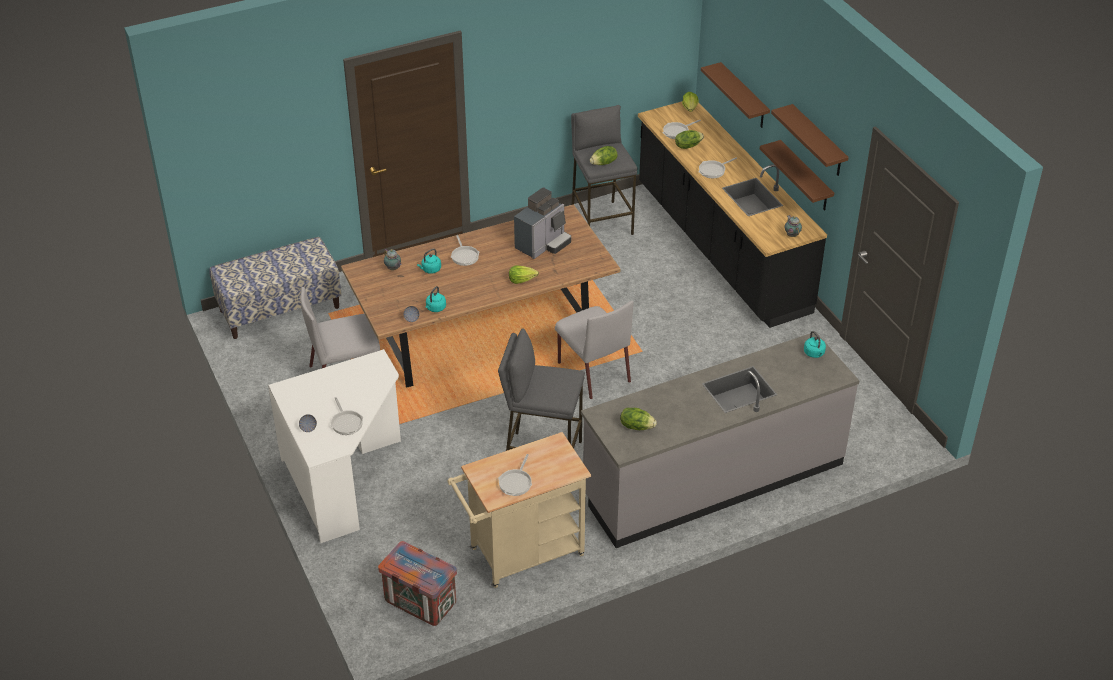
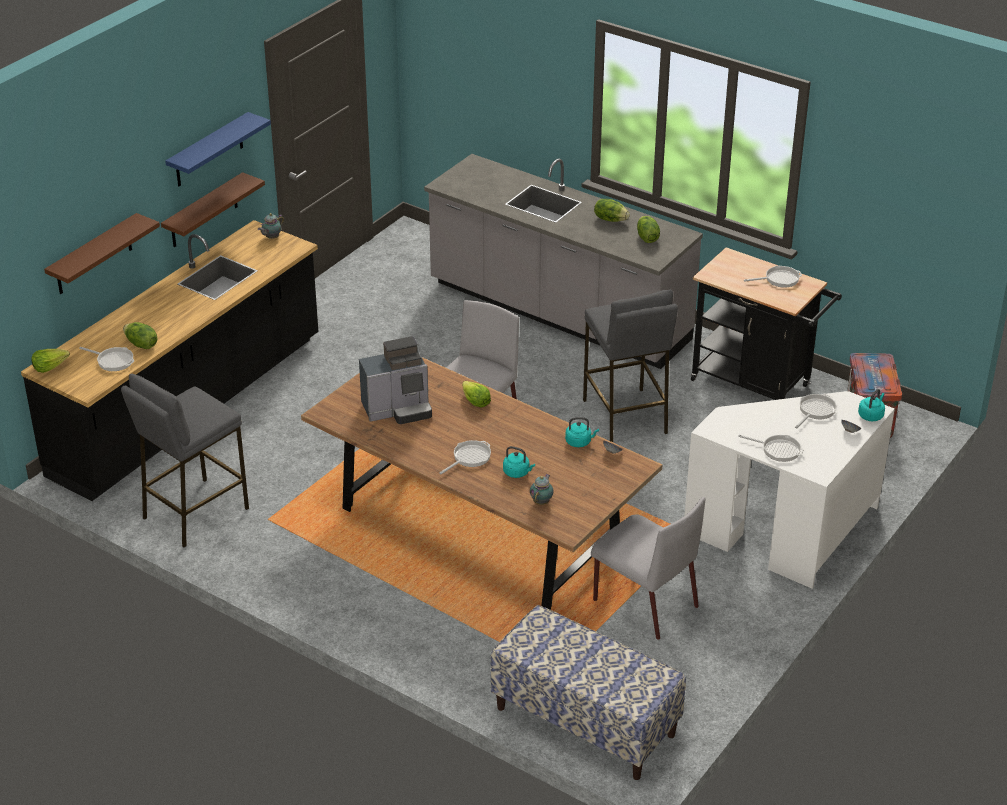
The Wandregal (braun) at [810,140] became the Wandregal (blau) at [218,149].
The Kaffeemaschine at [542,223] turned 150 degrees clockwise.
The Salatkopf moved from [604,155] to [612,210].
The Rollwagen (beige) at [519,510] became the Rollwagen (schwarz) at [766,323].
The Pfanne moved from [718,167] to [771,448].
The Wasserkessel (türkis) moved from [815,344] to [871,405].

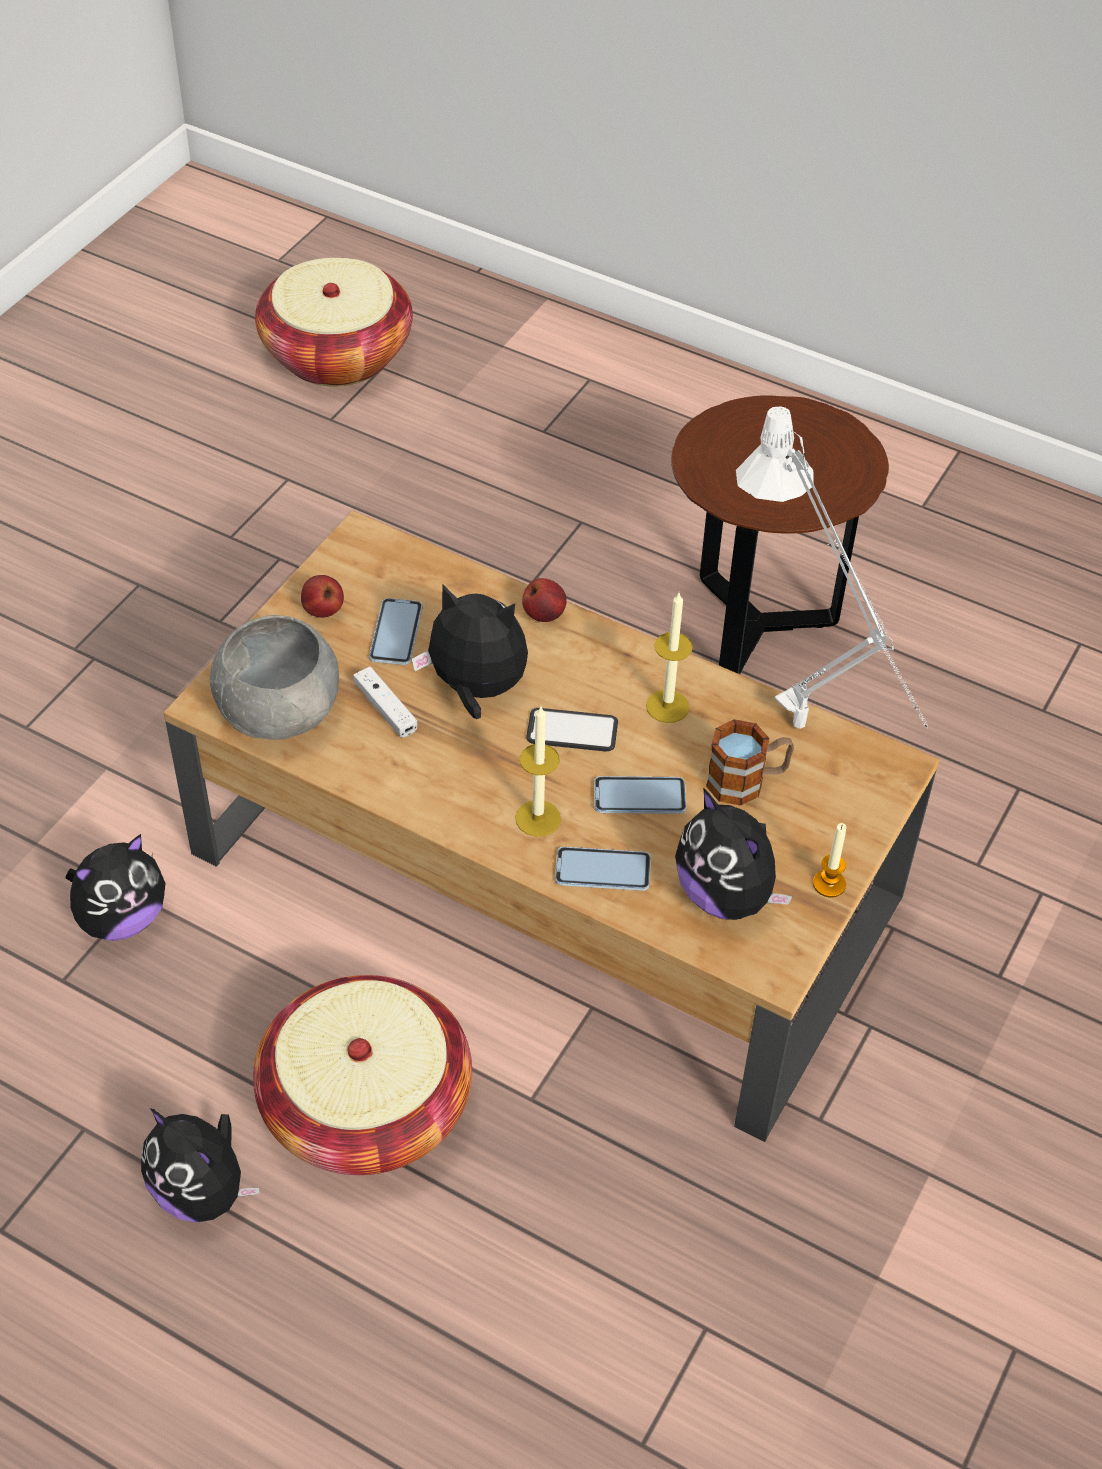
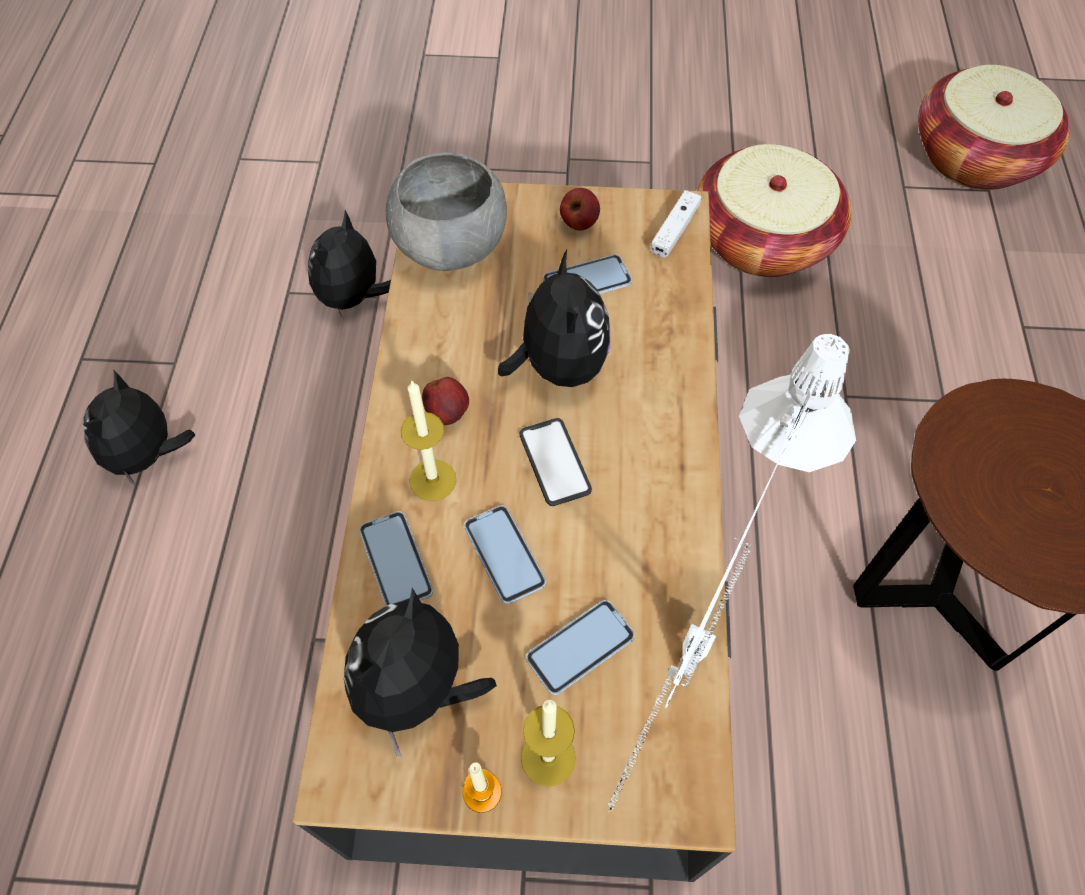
The Plüschtier at [115,887] turned 90 degrees clockwise.
The Apfel moved from [544,600] to [445,401].
The Kerze moved from [669,658] to [548,743].
The Henkelbecher at [750,762] was replaced by the Handy at [580,647].
The Gamepad (weiß) moved from [385,702] to [676,224].
The Korb moved from [362,1075] to [774,210].

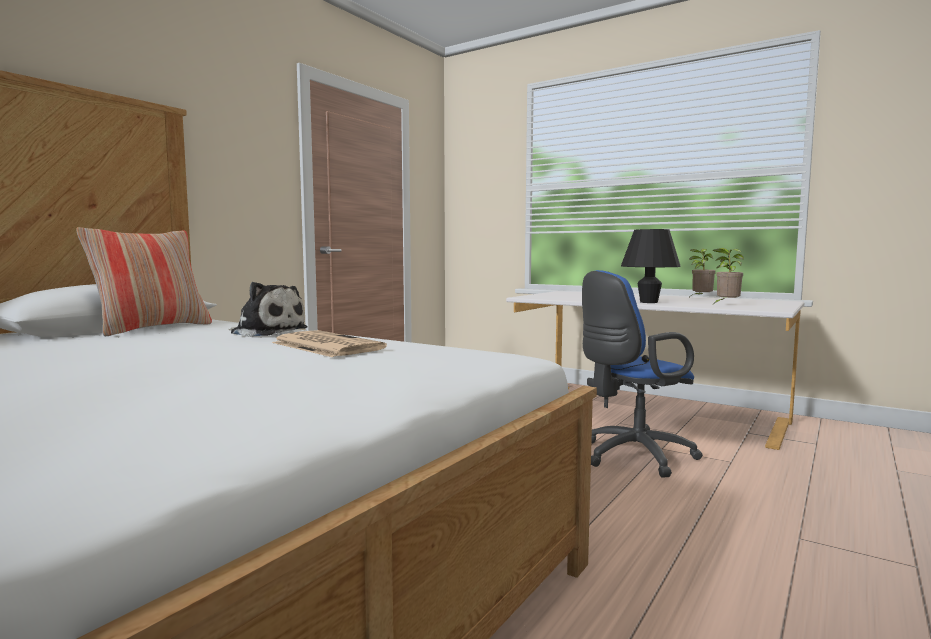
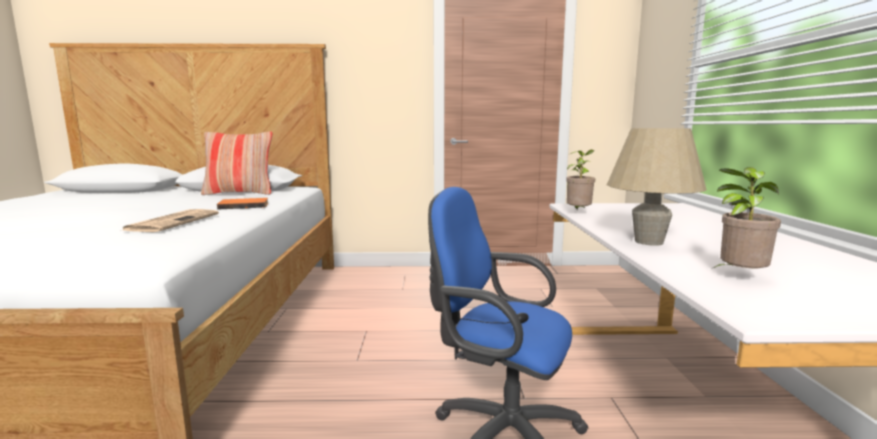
The Plüschtier at [268,309] was replaced by the Buch (orange) at [242,204].
The Topfpflanze moved from [703,271] to [580,180].
The Tischlampe (schwarz) at [651,266] became the Tischlampe (beige) at [657,187].

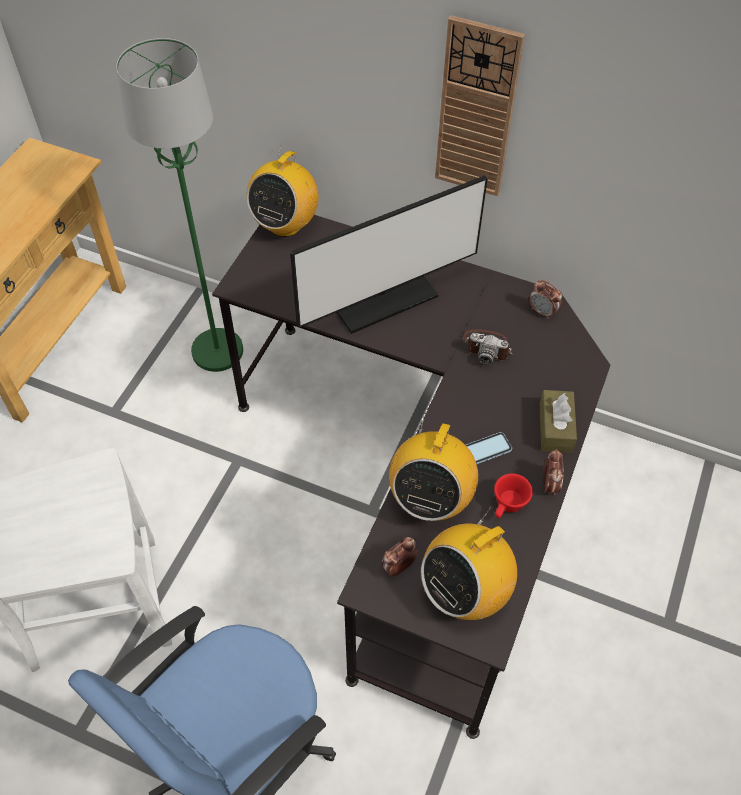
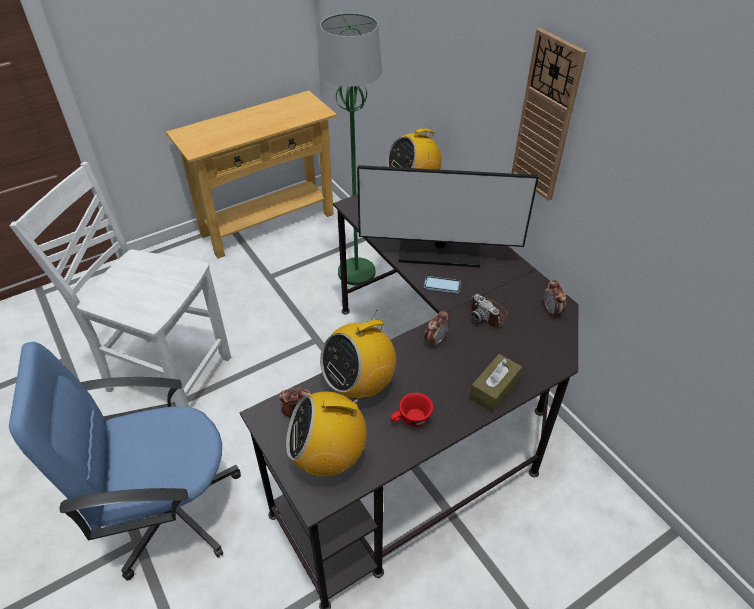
The Handy moved from [489,448] to [442,284].
The Wecker moved from [553,472] to [436,329].

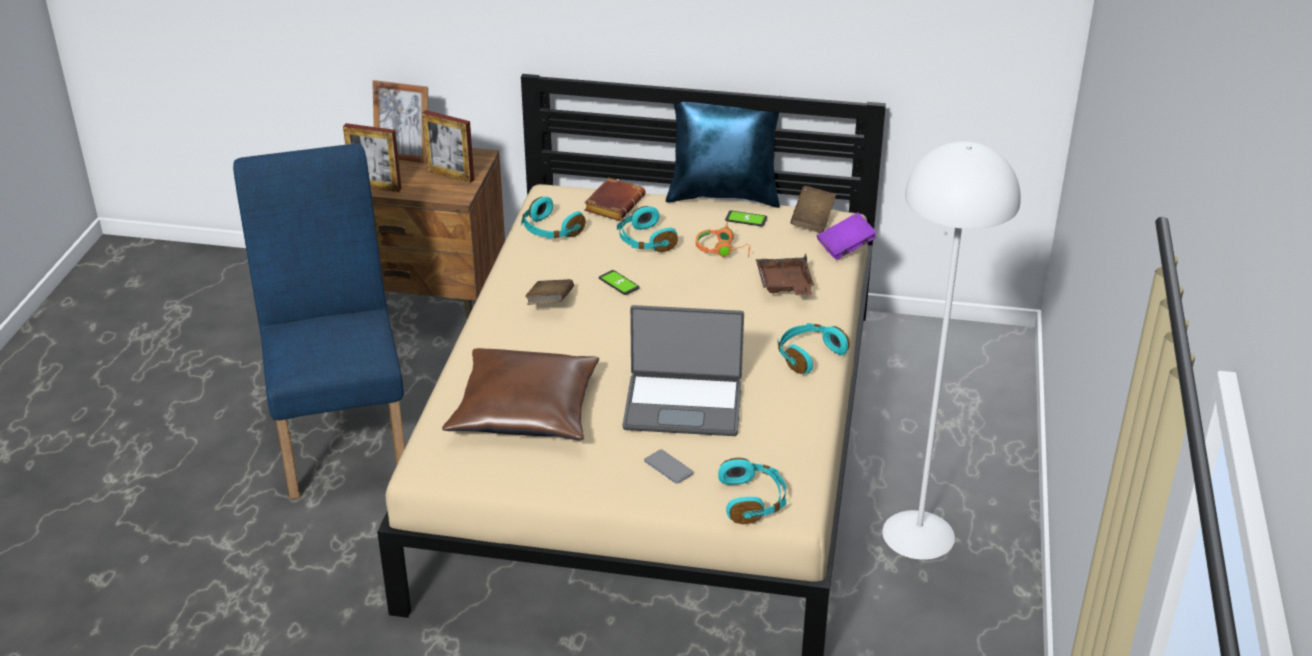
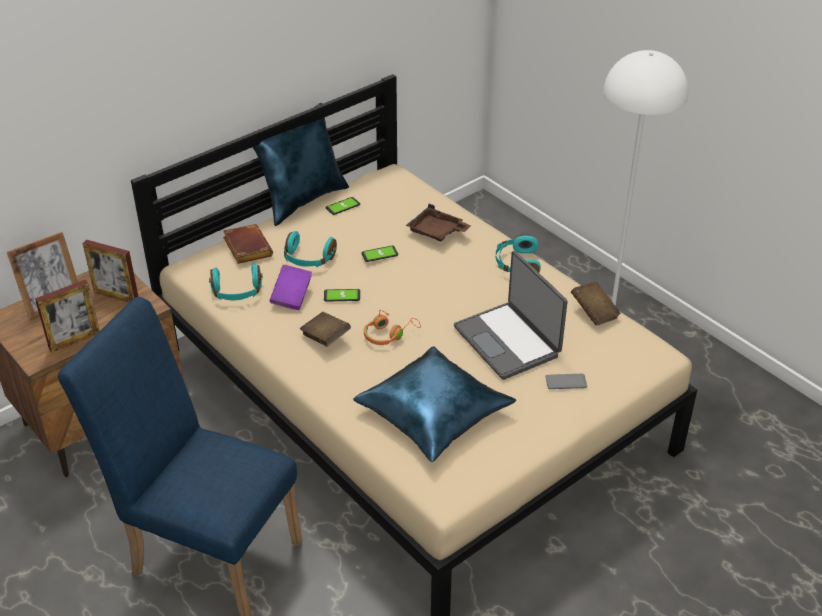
The Bilderrahmen at [448,146] turned 45 degrees clockwise.
The Buch (lila) moved from [847,236] to [290,287].
The Kissen (braun) at [520,394] became the Kissen (blau) at [434,404].
The Handy at [379,254] appeared.
The Kopfhörer (orange) moved from [723,239] to [392,327].
The Laptop at [683,370] turned 105 degrees clockwise.
The Buch (braun) moved from [813,209] to [596,303].
The Kopfhörer (türkis) at [752,491] disappeared.

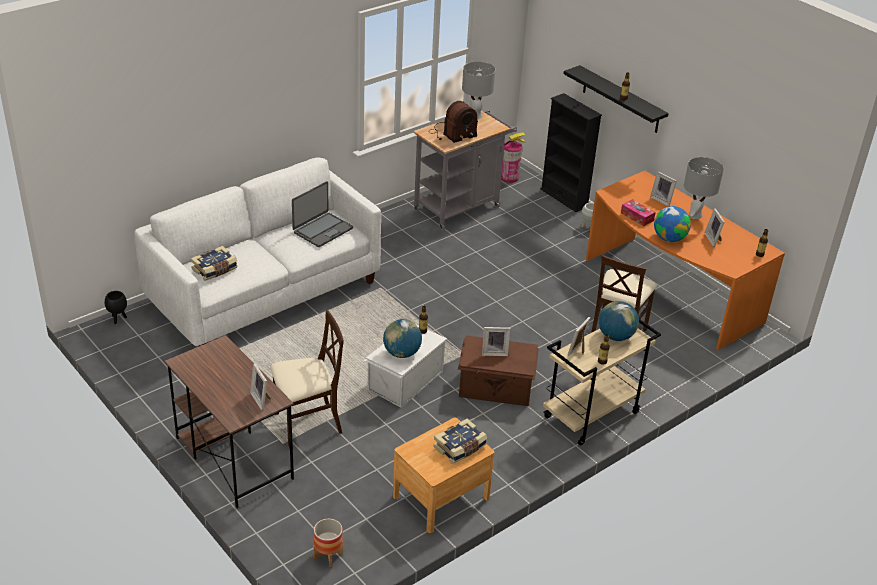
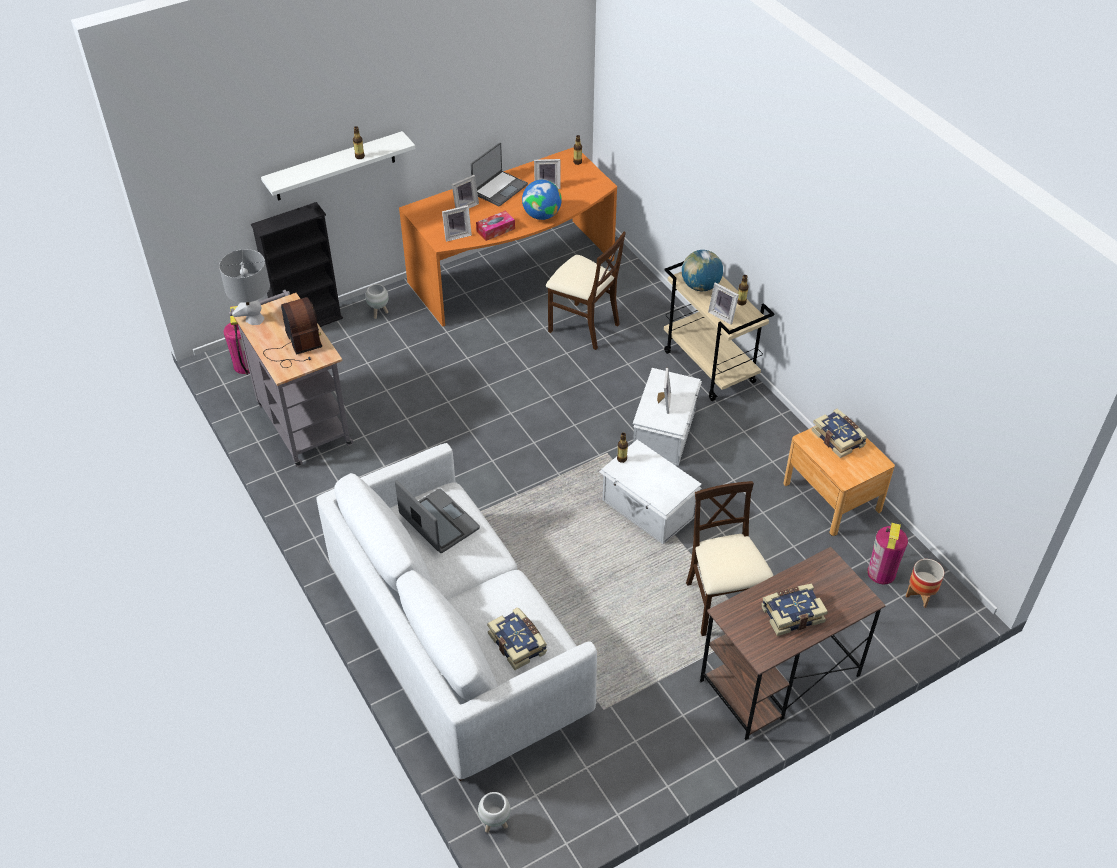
The Wandregal (schwarz) at [616,99] became the Wandregal (weiß) at [338,166].
The Bilderrahmen moved from [260,386] to [457,223].
The Tischlampe (grau) at [704,188] was replaced by the Laptop at [499,174].
The Pflanzkübel (schwarz) at [116,307] became the Pflanzkübel (weiß) at [494,812].
The Aufbewahrungsbox (braun) at [498,371] became the Aufbewahrungsbox (weiß) at [667,417].
The Buch at [794,610] appeared.
The Feuerlöscher at [887,553] appeared.
The Globus at [402,338] disappeared.

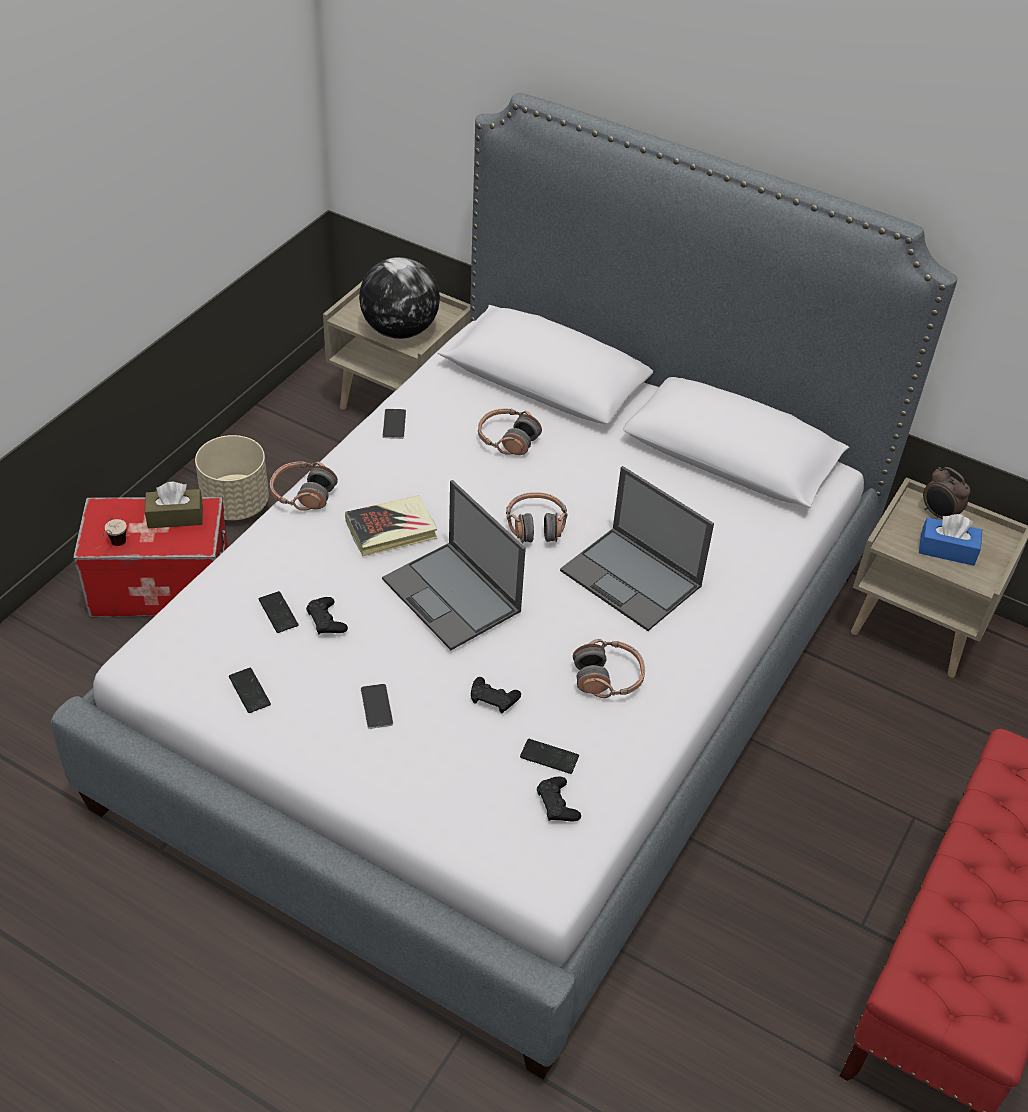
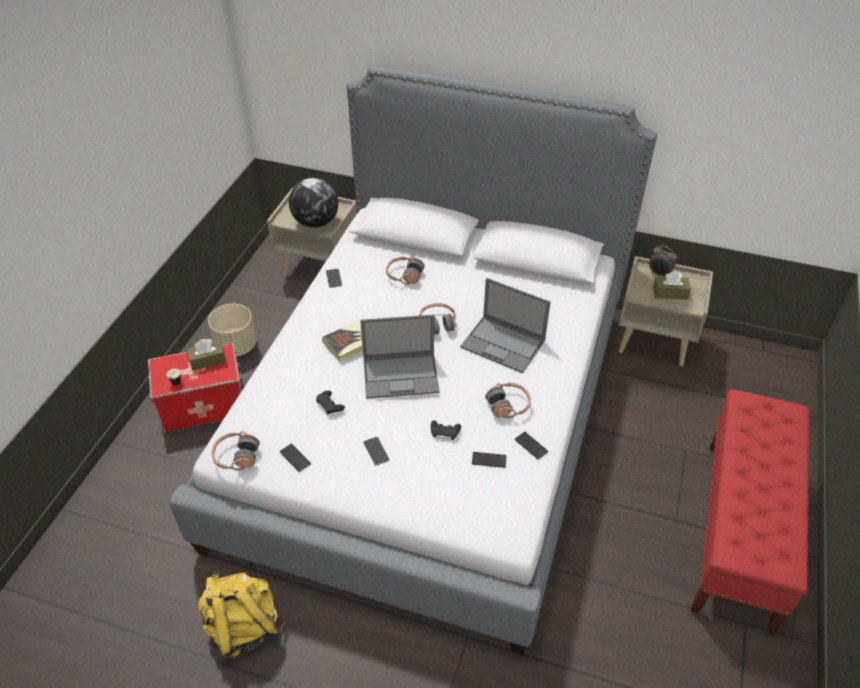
The Rucksack (gelb) at [241,615] appeared.
The Kopfhörer moved from [304,486] to [235,451].
The Laptop at [454,565] turned 45 degrees counterclockwise.
The Handy moved from [278,612] to [531,445].
The Taschentuchbox (blau) at [950,540] became the Taschentuchbox (braun) at [672,285].
The Gamepad (schwarz) at [559,799] disappeared.

